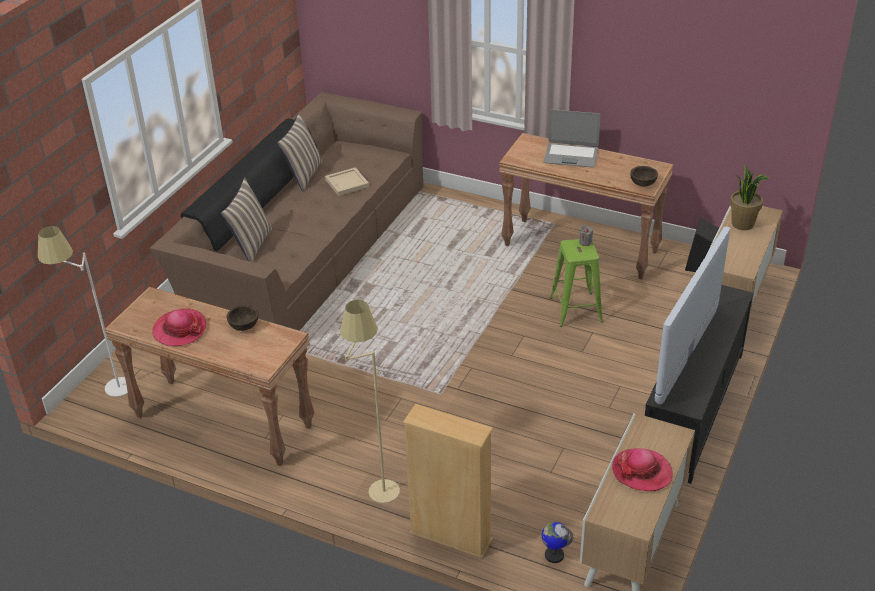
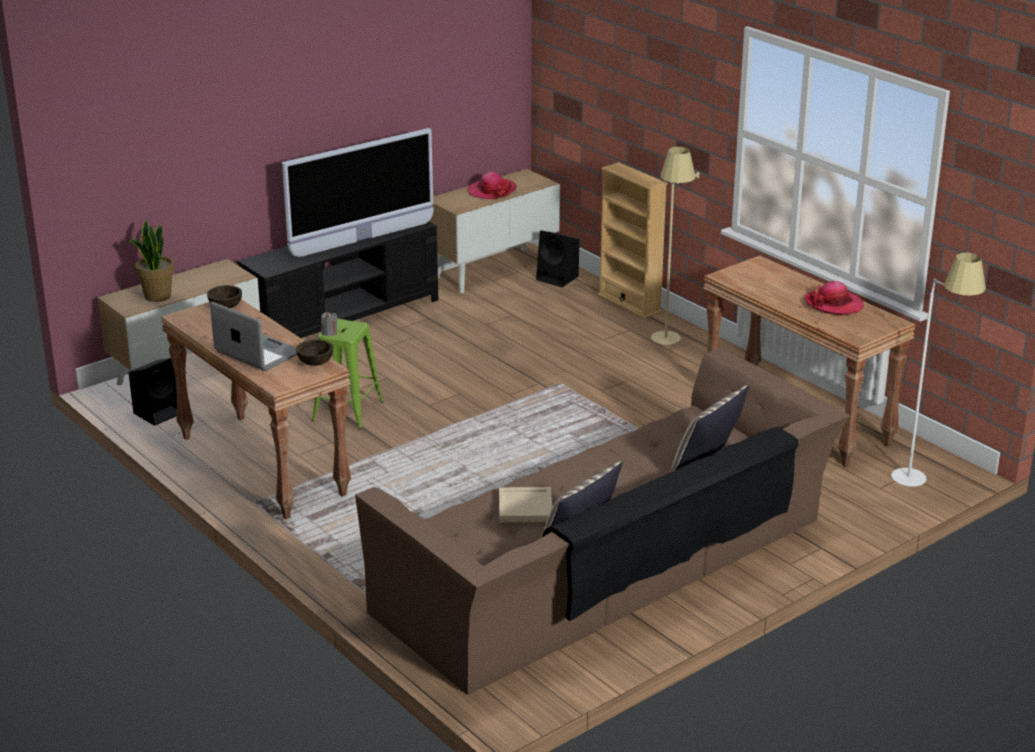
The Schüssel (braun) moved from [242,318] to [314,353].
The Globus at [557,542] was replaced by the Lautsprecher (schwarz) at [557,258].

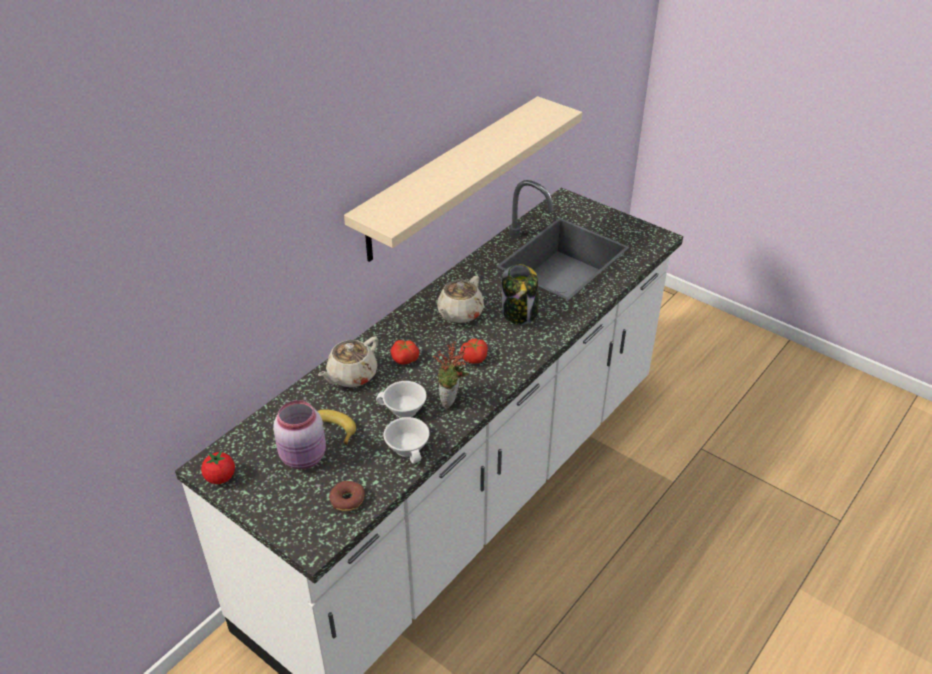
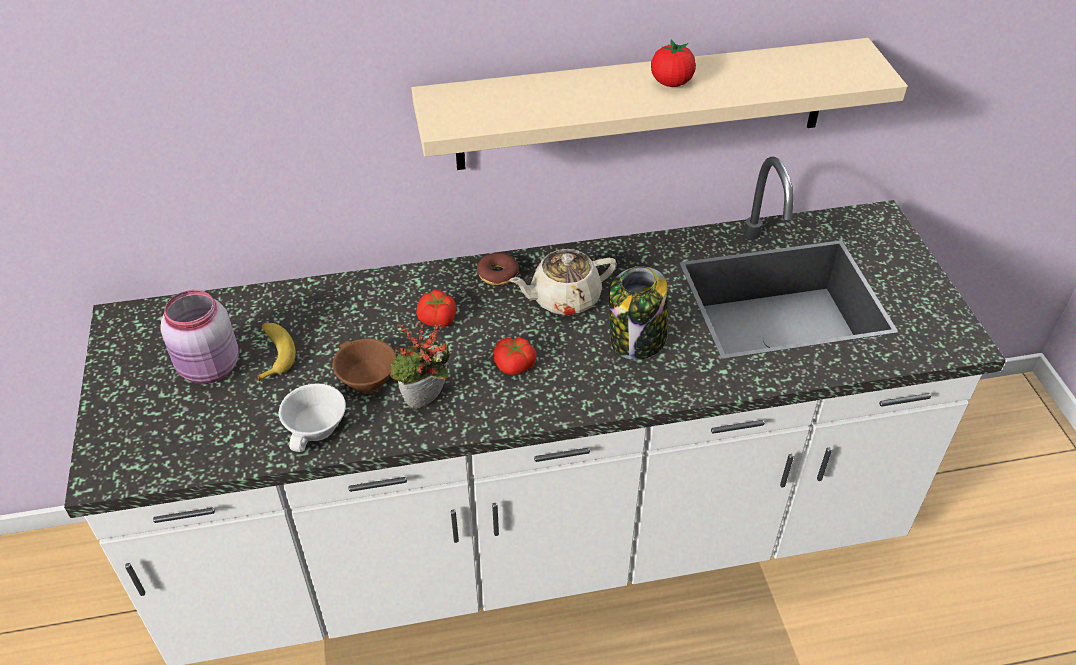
The Tasse (weiß) at [401,399] became the Tasse (braun) at [364,365].
The Donut moved from [347,496] to [497,268].
The Tomate moved from [218,467] to [673,63].
The Teekanne (beige) at [348,361] disappeared.

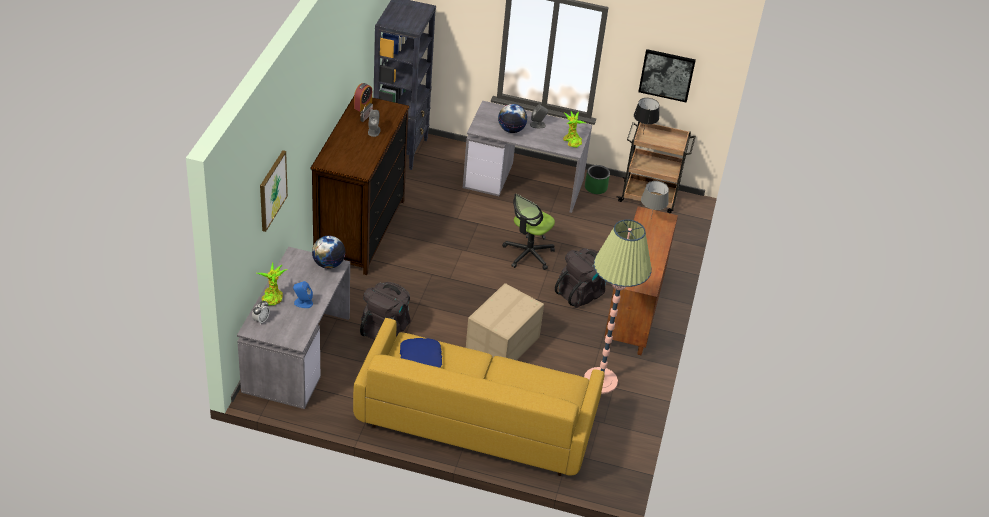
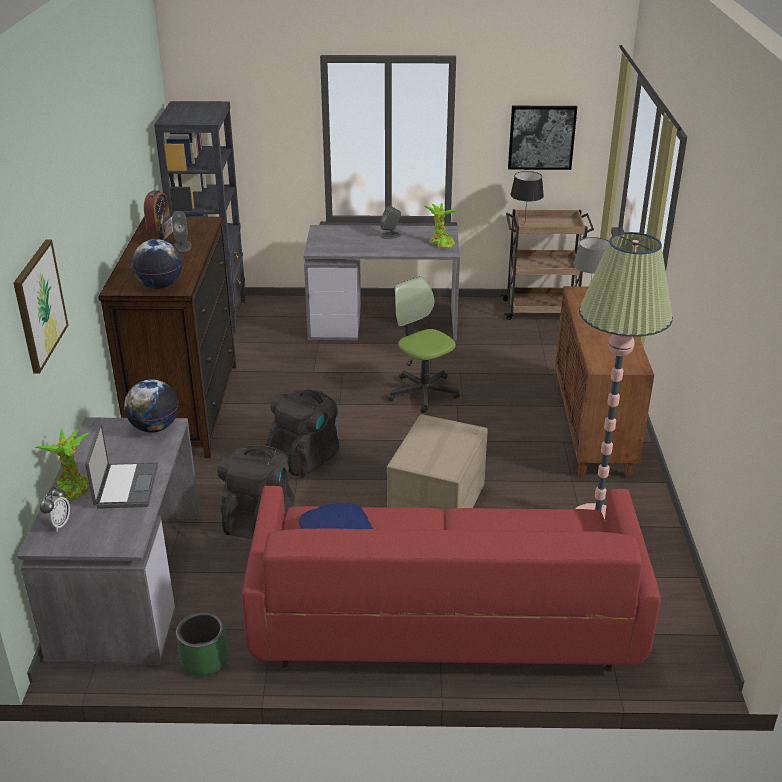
The Lautsprecher (blau) at [303,294] was replaced by the Laptop at [121,466].
The Globus moved from [512,118] to [157,264].
The Pflanzkübel (grün) moved from [597,179] to [202,644].
The Sofa (gelb) at [479,397] became the Sofa (rot) at [451,579].
The Rucksack (schwarz) moved from [580,278] to [302,433].
The Bürostuhl at [528,232] turned 120 degrees clockwise.

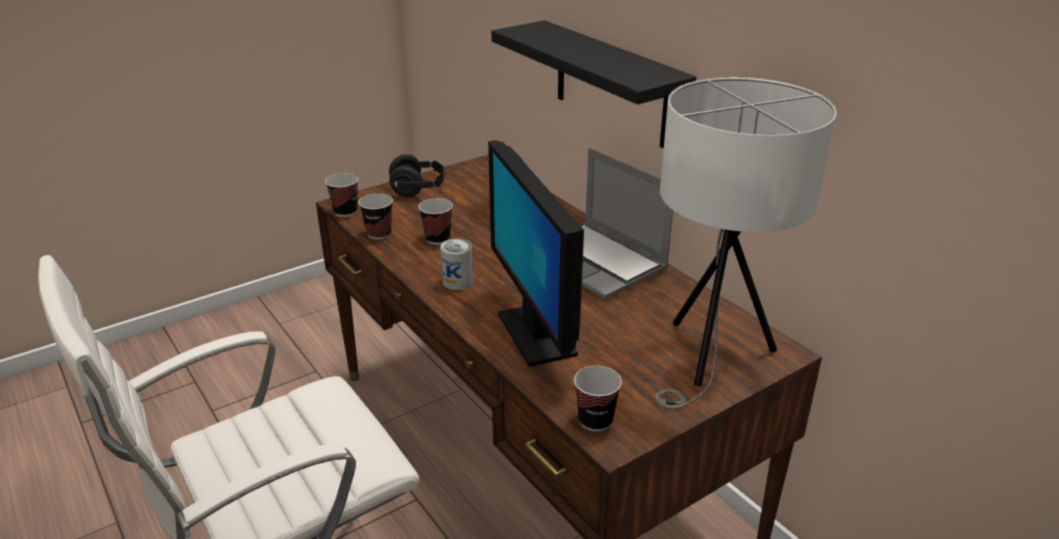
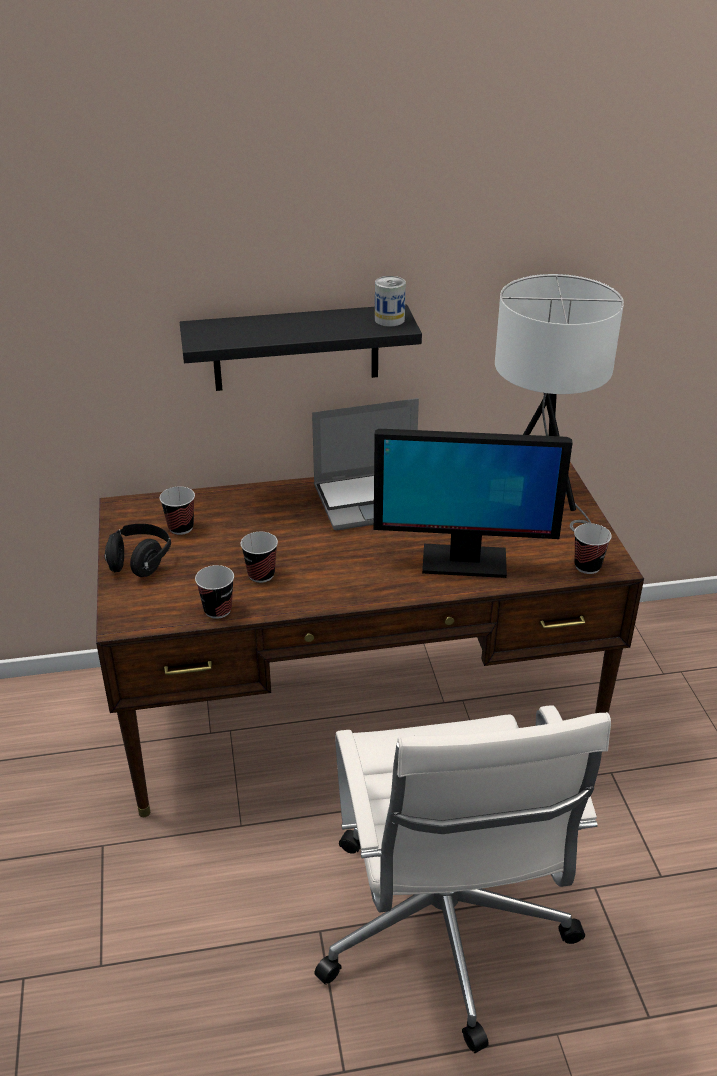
The Tasse moved from [341,195] to [177,511].
The Dose moved from [456,264] to [390,301].

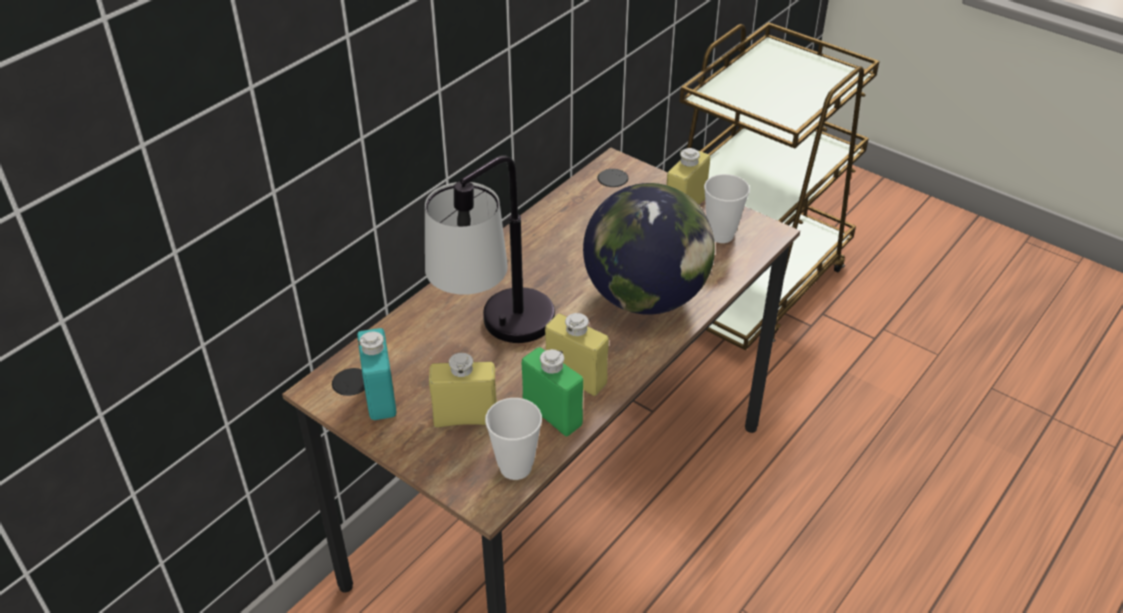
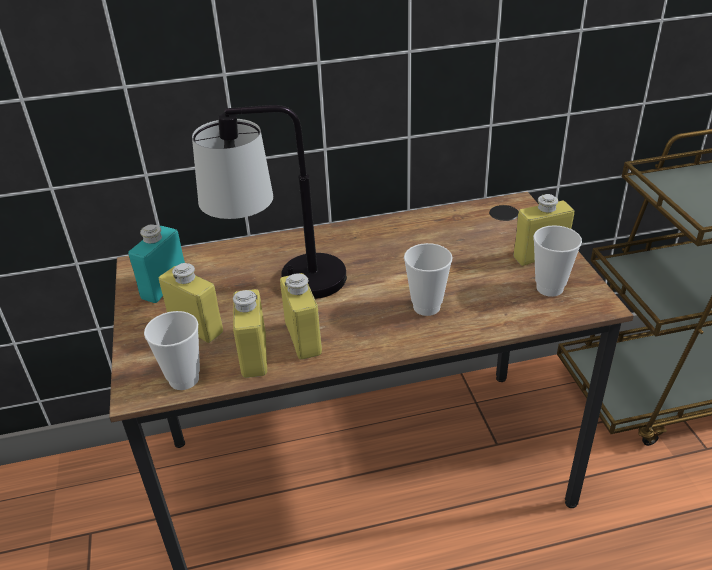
The Flasche (grün) at [552,391] became the Flasche (gelb) at [250,333].
The Globus at [649,249] was replaced by the Tasse at [428,279].

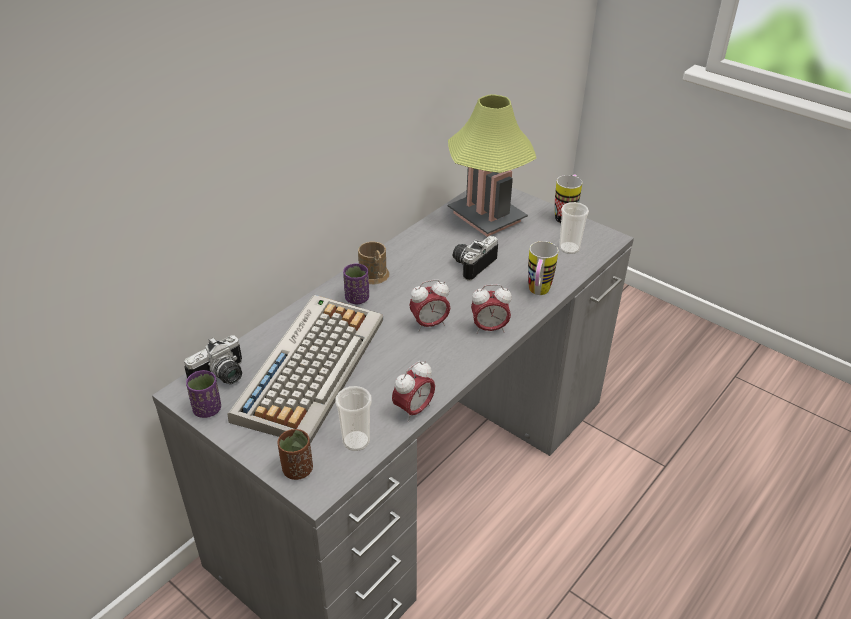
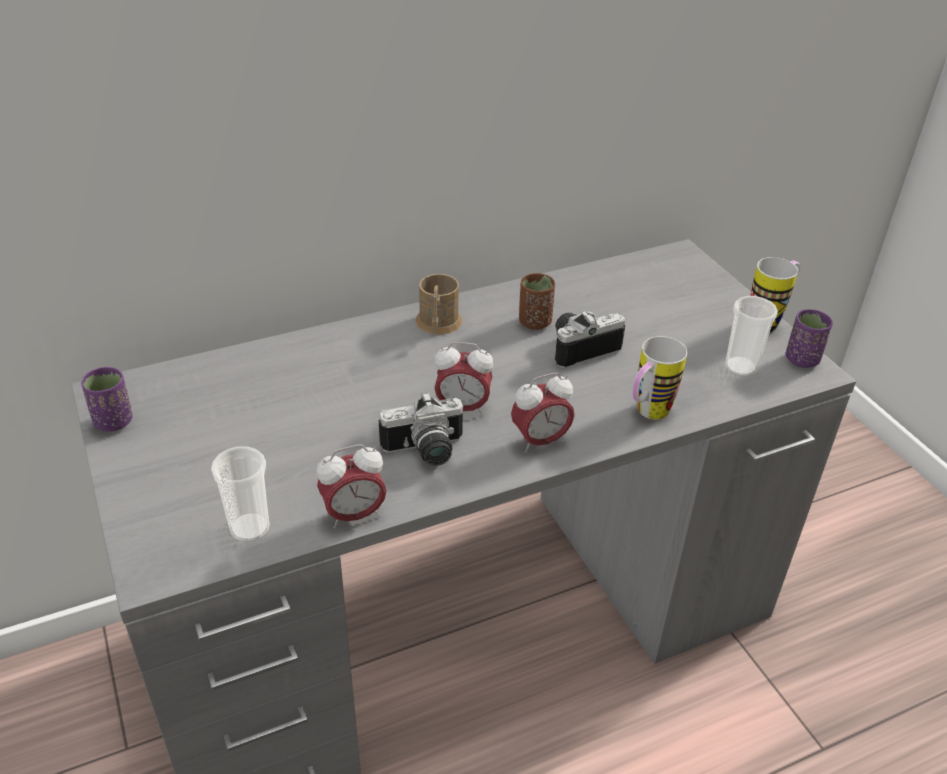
The Kamera moved from [213,359] to [421,429].
The Wecker at [491,309] turned 45 degrees counterclockwise.
The Tasse (braun) moved from [295,454] to [537,301].
The Tasse (lila) moved from [356,284] to [809,338].
The Tastatur at [305,369] disappeared.
The Tischlampe at [492,165] disappeared.

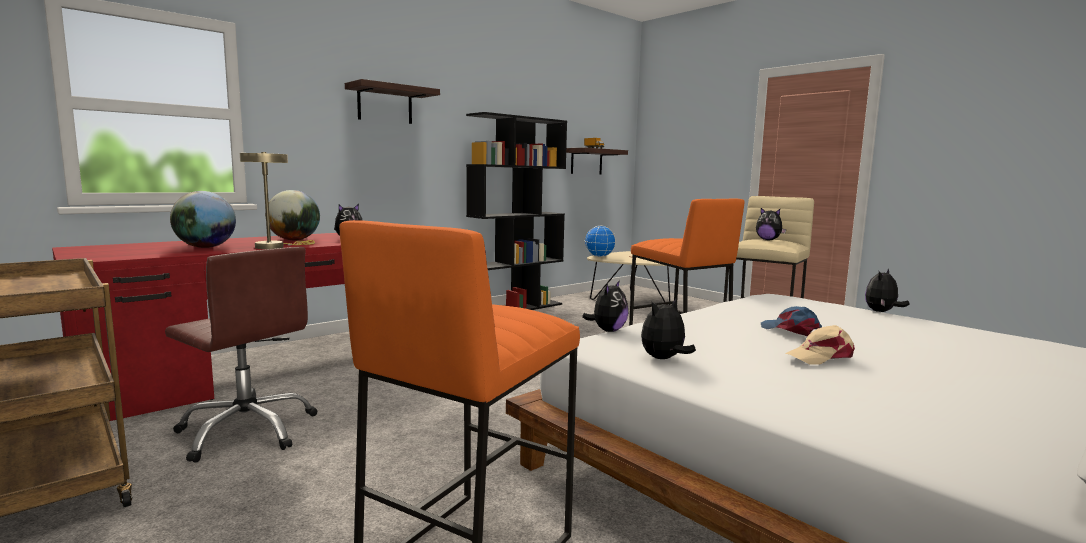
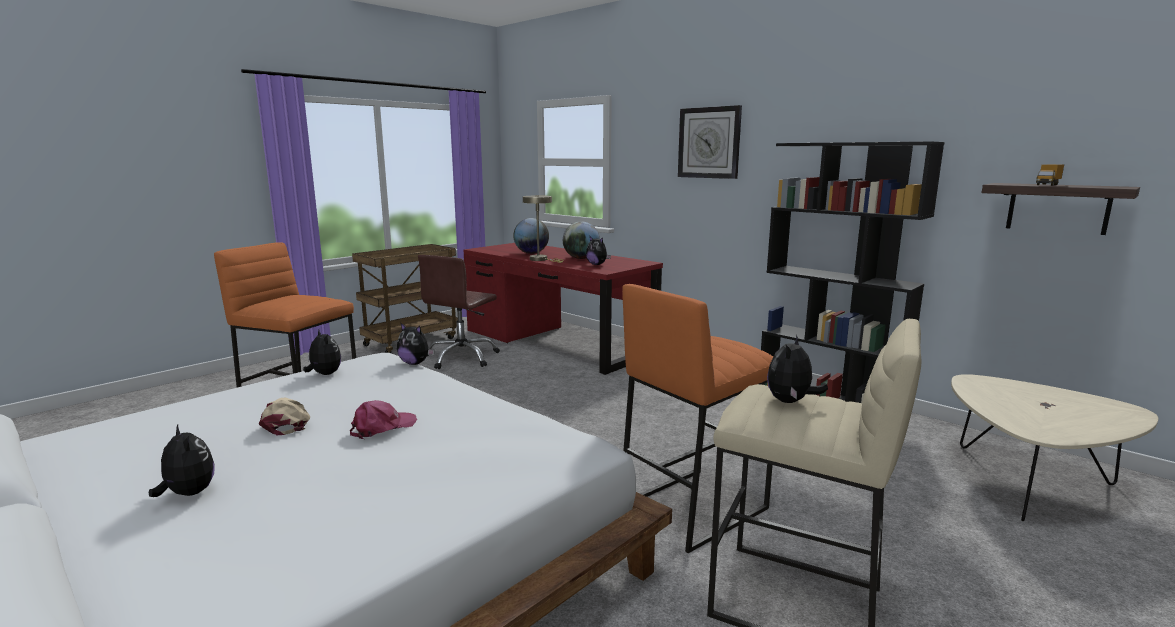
The Plüschtier moved from [887,290] to [182,460].
The Kappe (blau) at [791,321] became the Kappe (rosa) at [383,419].
The Wandregal at [392,101] was replaced by the Wanduhr at [710,142].
The Globus at [600,241] disappeared.

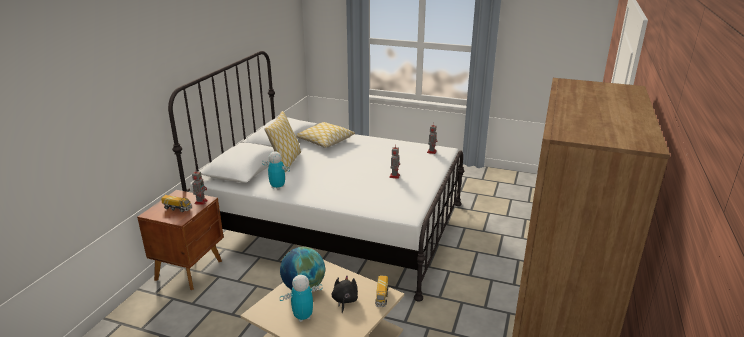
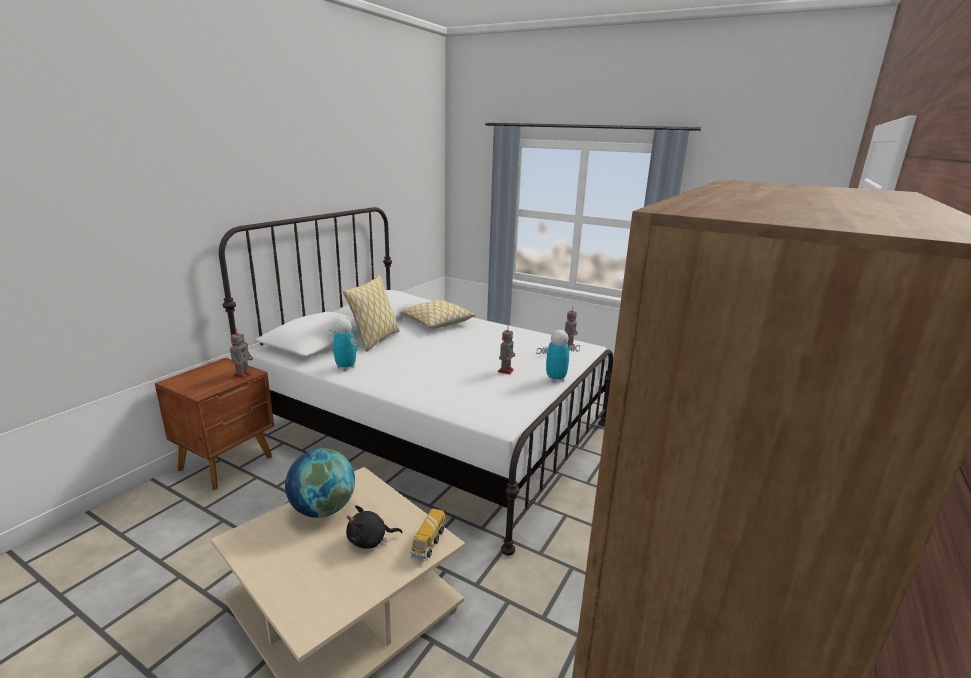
The Plüschtier (schwarz) at [345,294] turned 120 degrees counterclockwise.
The Spielzeugroboter moved from [301,298] to [558,356].
The Spielzeuglaster at [176,203] disappeared.

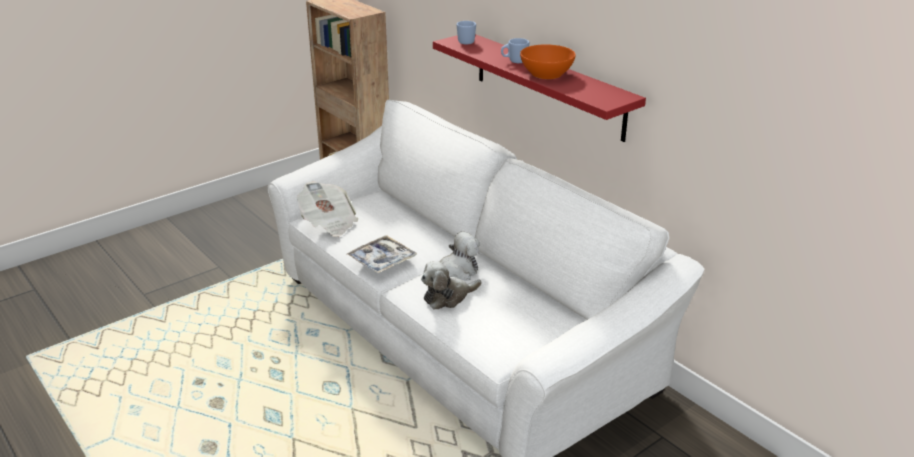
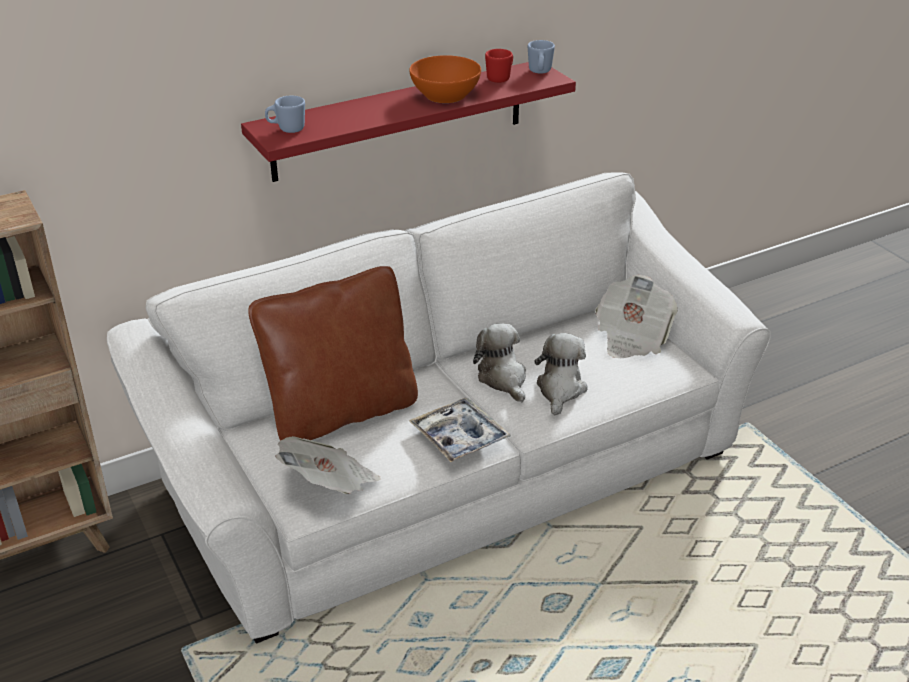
The Kissen (braun) at [333,353] appeared.
The Henkelbecher (rot) at [499,66] appeared.
The Henkelbecher (blau) moved from [515,50] to [541,56].
The Plüschtier at [451,285] turned 150 degrees counterclockwise.
The Zeitung at [636,316] appeared.

